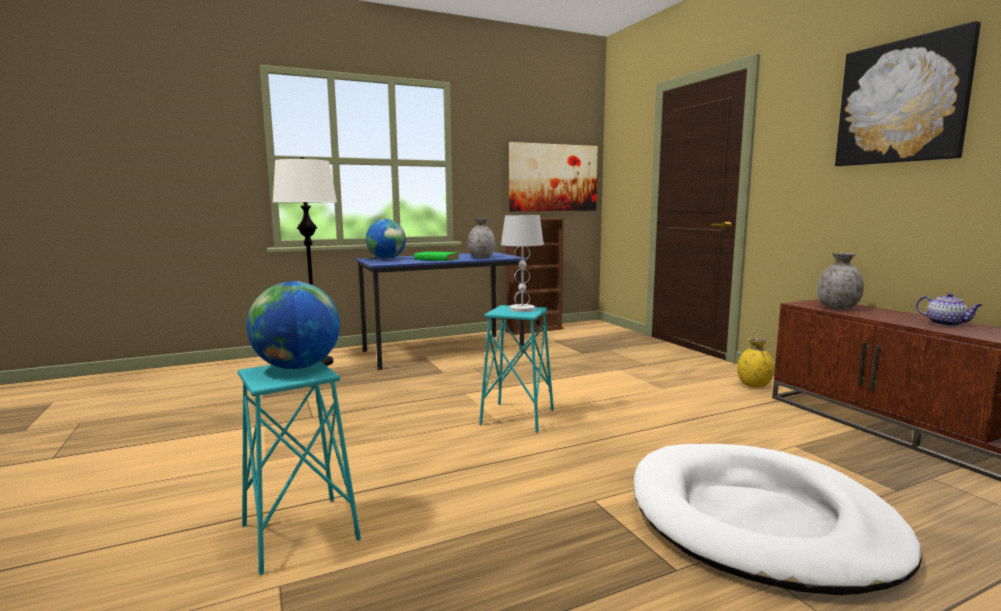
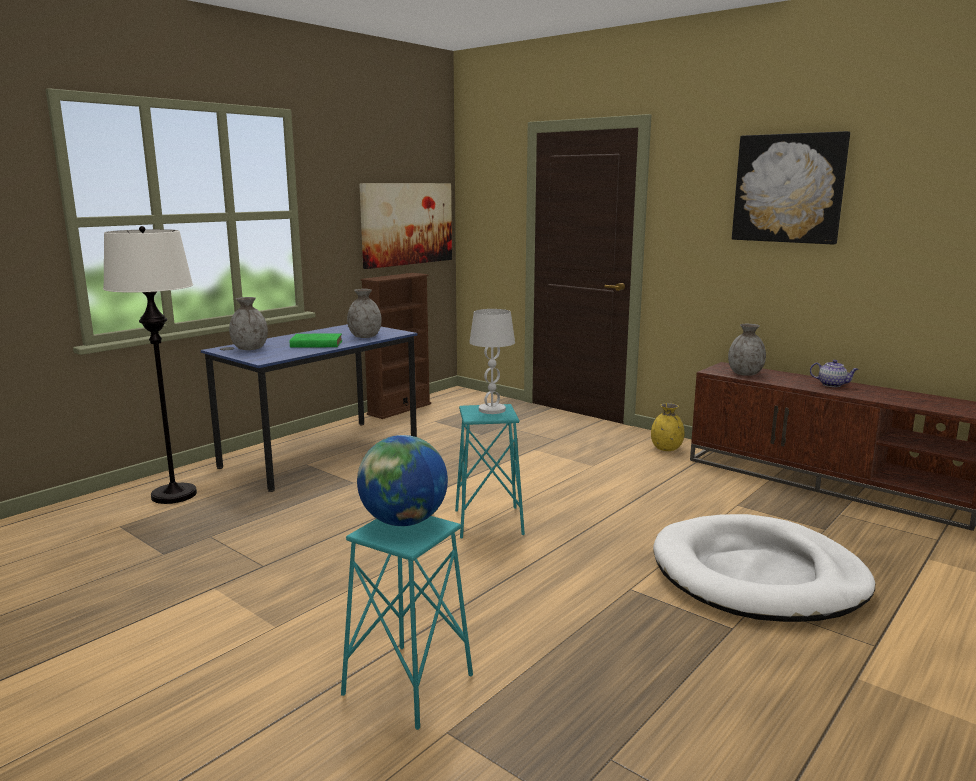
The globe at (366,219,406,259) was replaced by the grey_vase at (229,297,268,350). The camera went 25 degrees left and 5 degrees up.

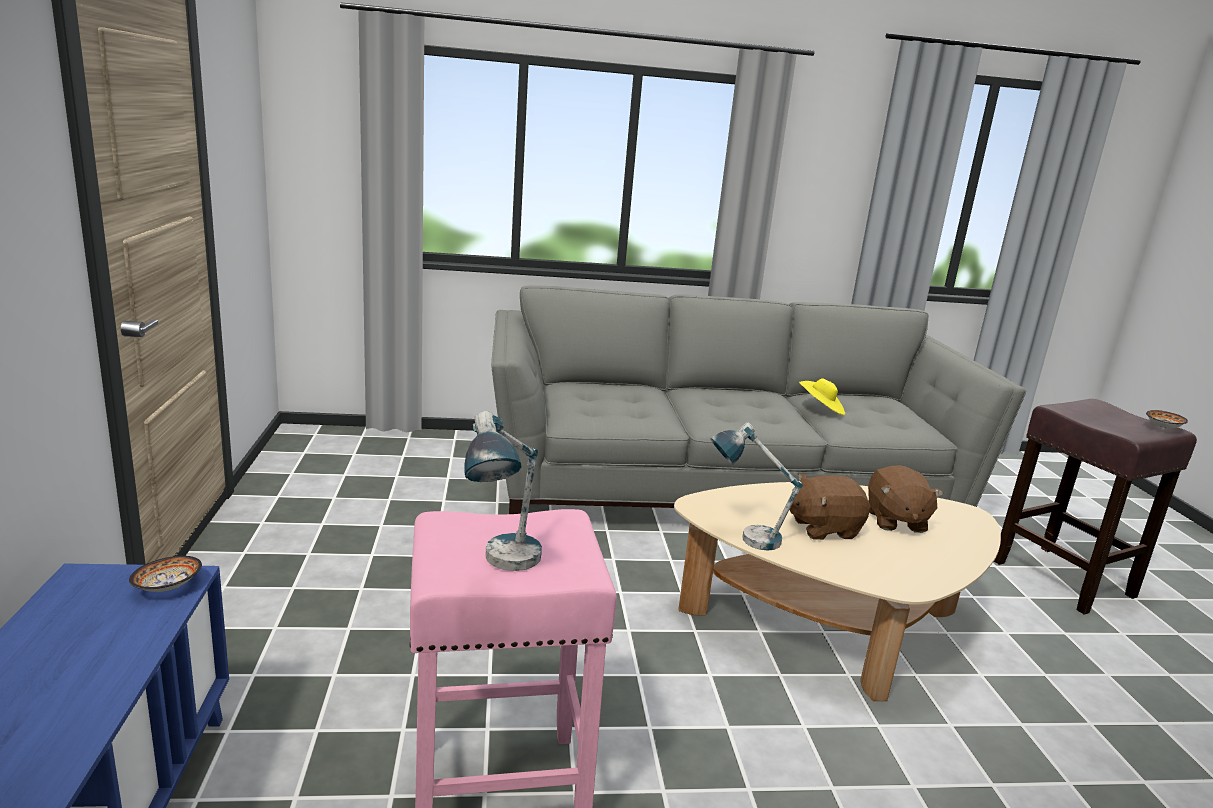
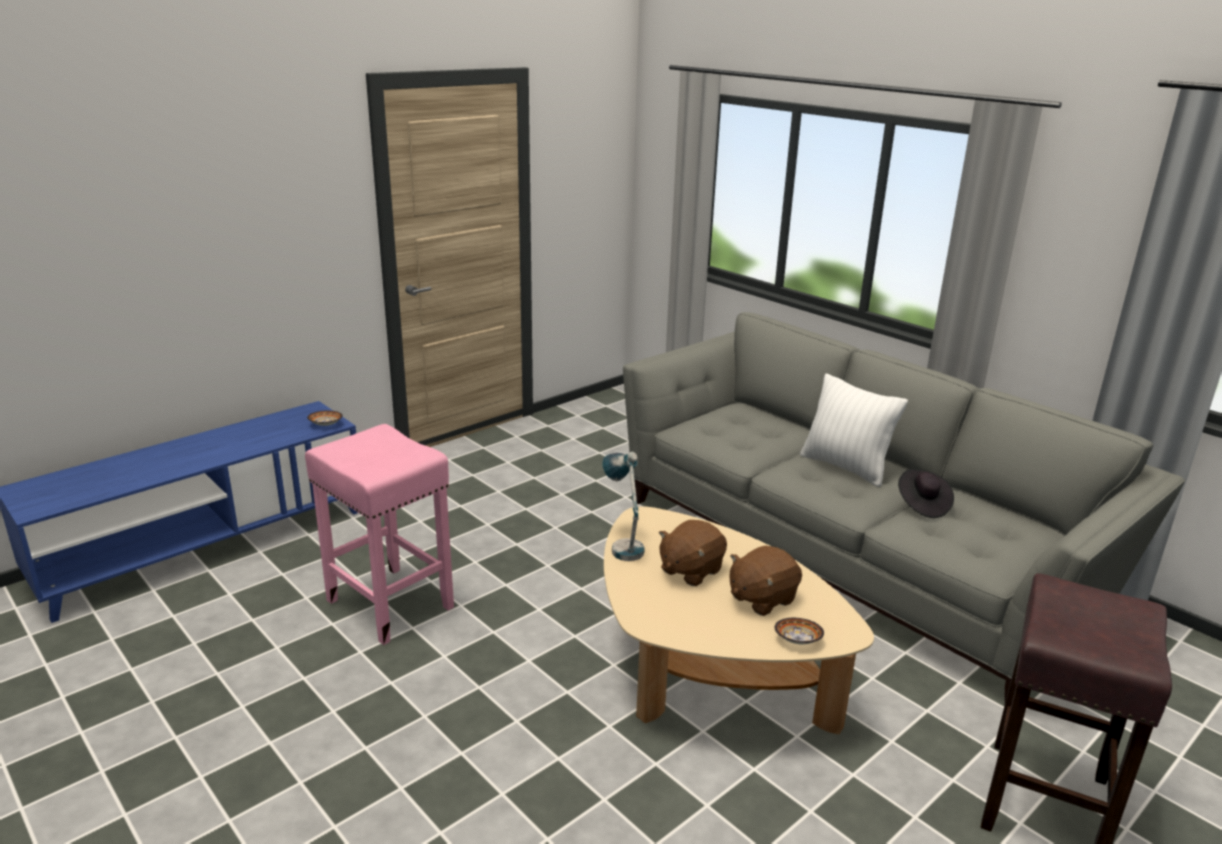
The table_lamp at (464,411,542,571) disappeared. The brown_plush_toy at (789,473,870,540) turned 90 degrees counterclockwise. The yellow_hat at (799,379,845,415) became the black_hat at (898,469,954,518). The bowl moved from (1146,410,1188,429) to (774,618,824,644). The white_pillow at (800,374,908,487) appeared. The camera went 55 degrees right and 5 degrees up.

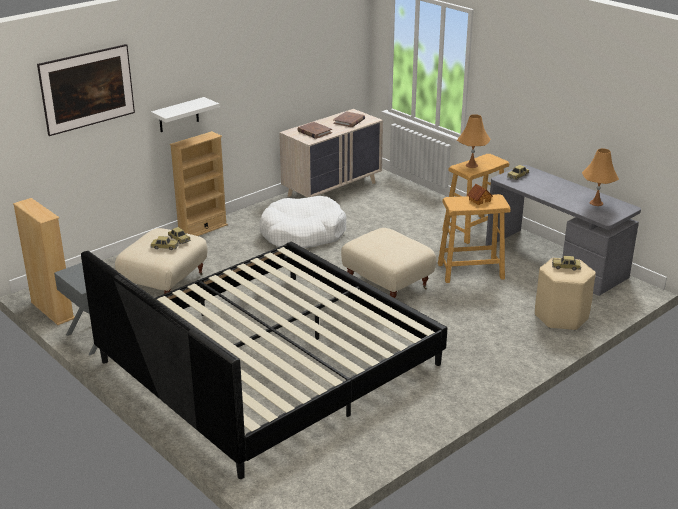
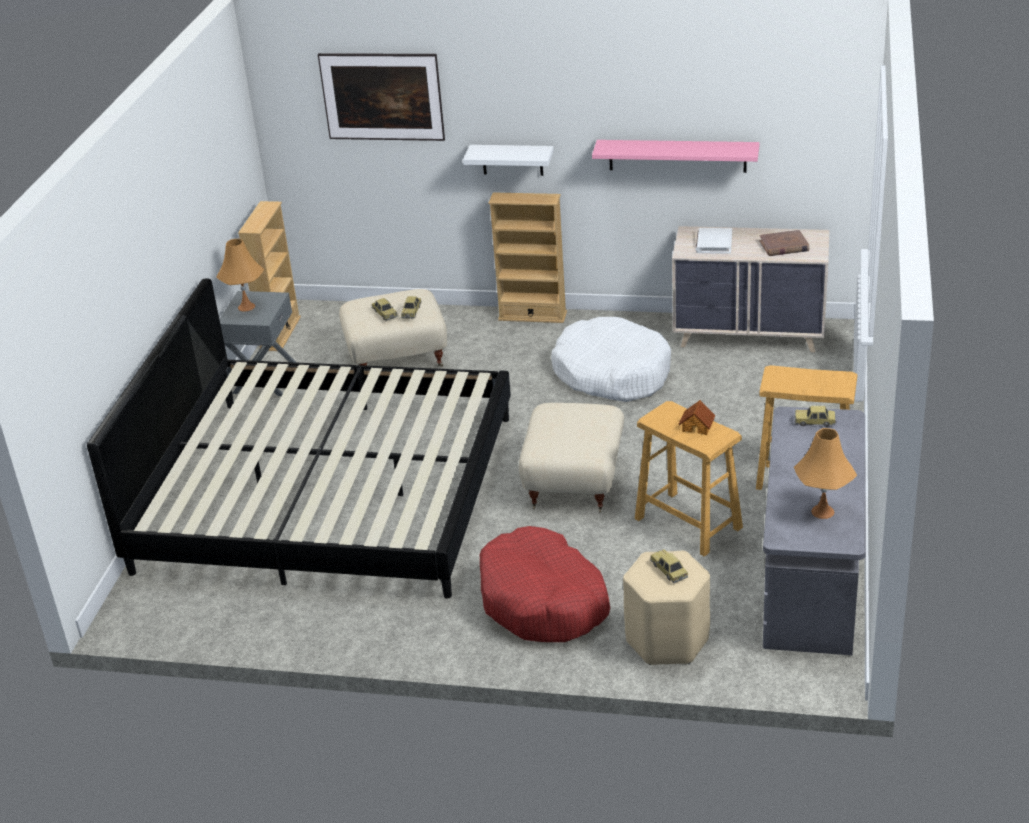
The brown_book at (298,122,332,139) became the white_book at (696,228,732,254). The orange_table_lamp moved from (457,114,491,168) to (217,239,264,312). The red_dog_bed at (480,526,610,642) appeared. The pink_shelf at (592,140,760,173) appeared. The camera went 55 degrees right and 5 degrees up.

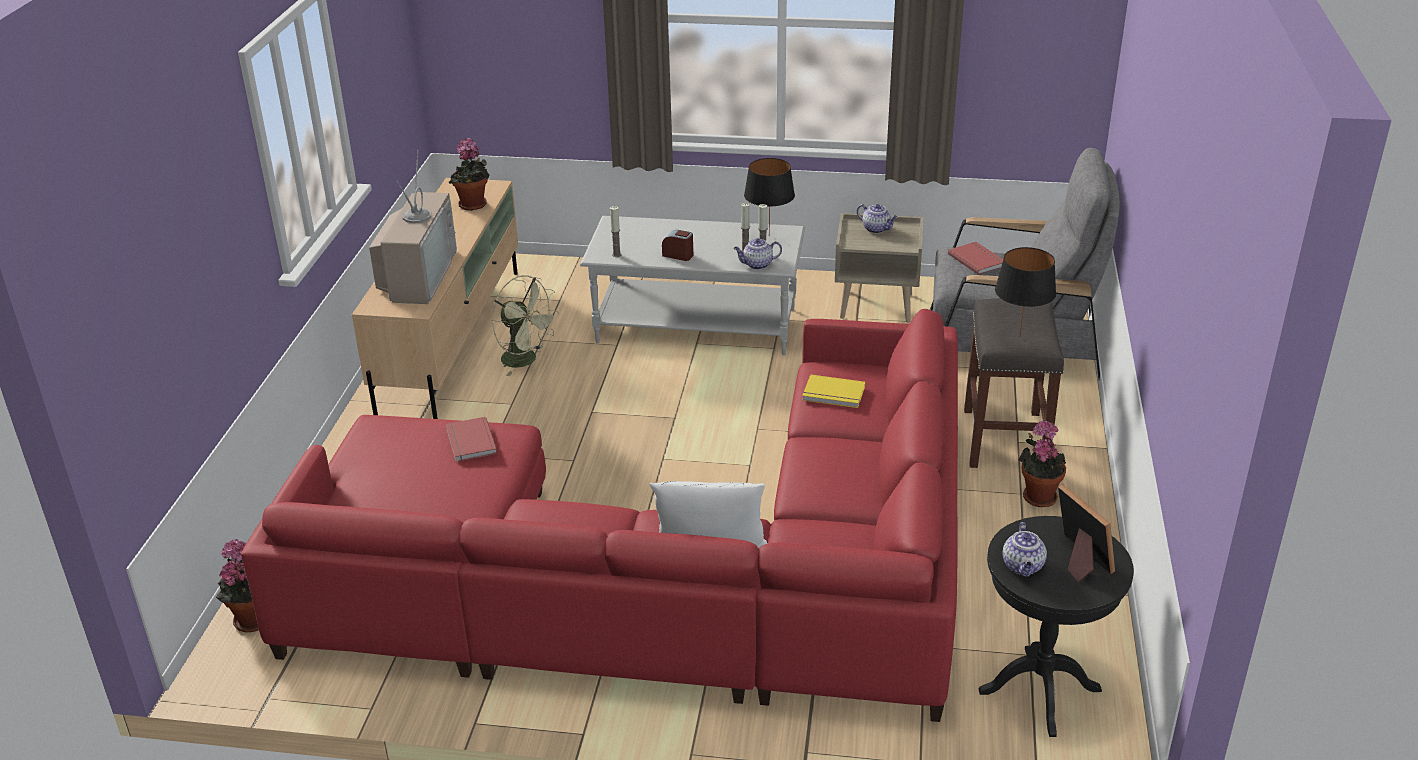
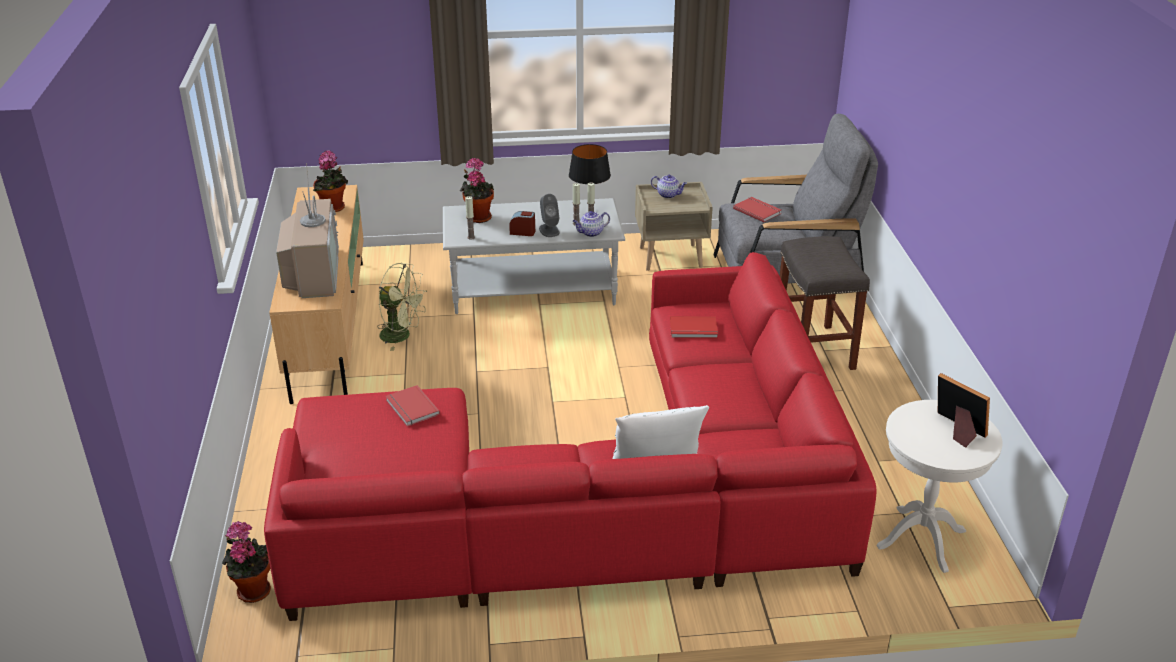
The yellow_book at (802,374,865,408) became the red_book at (670,316,718,338). The black_side_table at (979,516,1134,737) became the white_side_table at (877,400,1002,573). The black_table_lamp at (995,247,1056,336) disappeared. The teapot at (1003,522,1047,577) disappeared. The potted_plant moved from (1019,421,1066,507) to (460,158,494,223). The grey_speaker at (539,194,560,237) appeared. The camera went 15 degrees left and 0 degrees up.

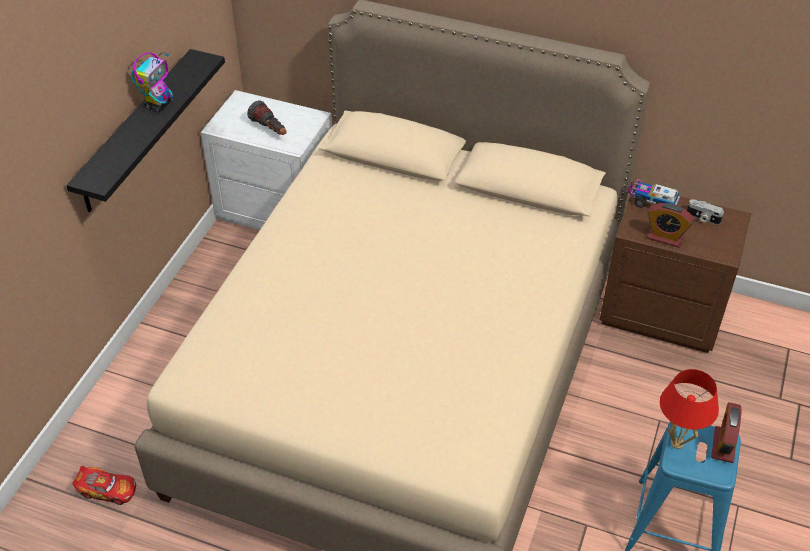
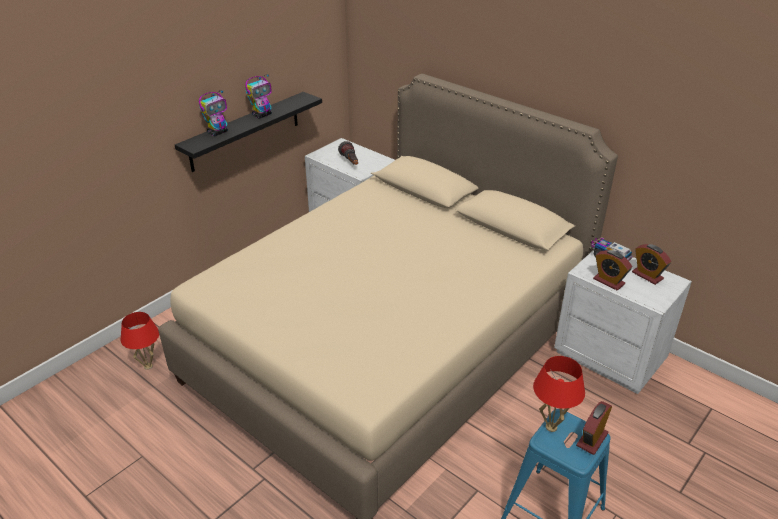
The toy_car at (72,466,136,505) was replaced by the red_table_lamp at (121,312,159,370). The brown_nightstand at (600,197,751,353) became the white_nightstand at (554,250,692,394). The photo_camera at (687,199,724,225) was replaced by the alarm_clock at (632,244,671,285). The toy_robot at (199,90,228,136) appeared. The camera went 20 degrees right and 10 degrees down.

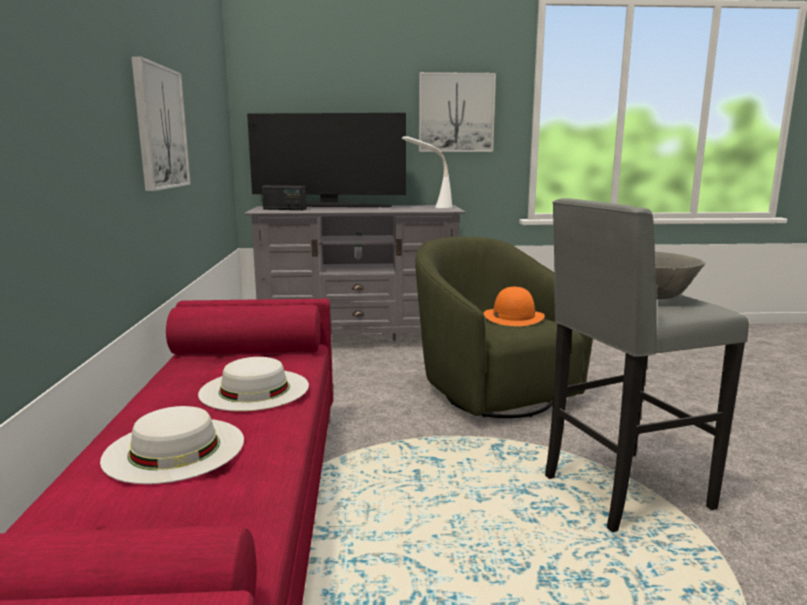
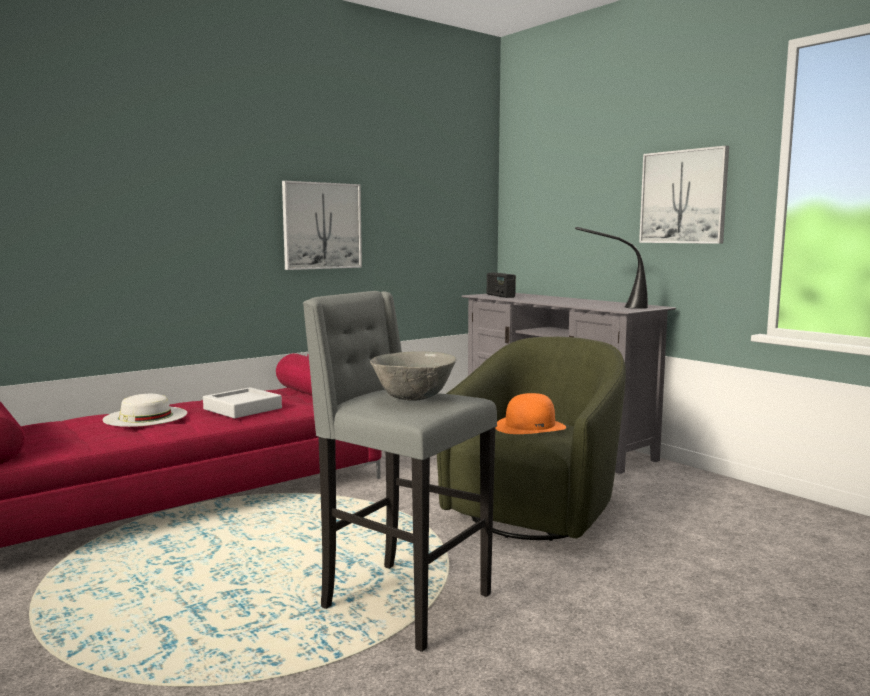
The white_hat at (198,357,309,411) was replaced by the grey_tray at (203,387,282,419). The television at (247,113,406,207) disappeared. The white_table_lamp at (402,136,452,208) became the black_table_lamp at (575,227,648,309). The camera went 55 degrees right and 5 degrees down.

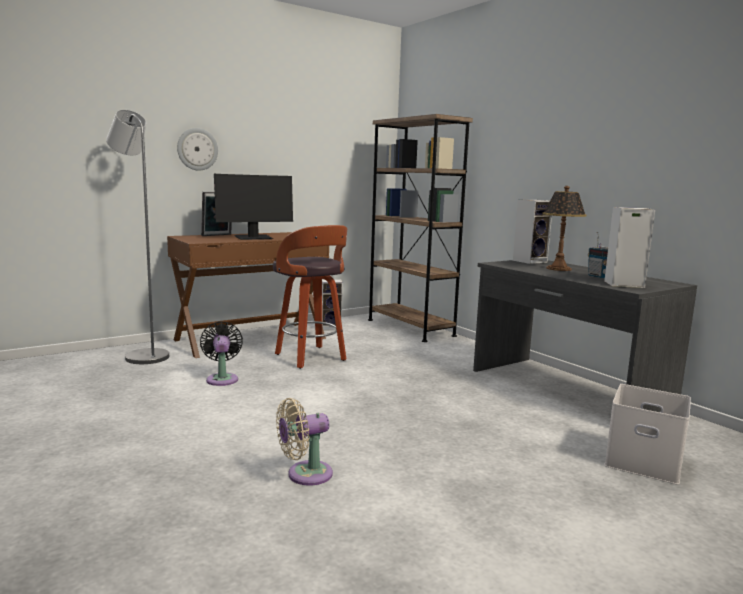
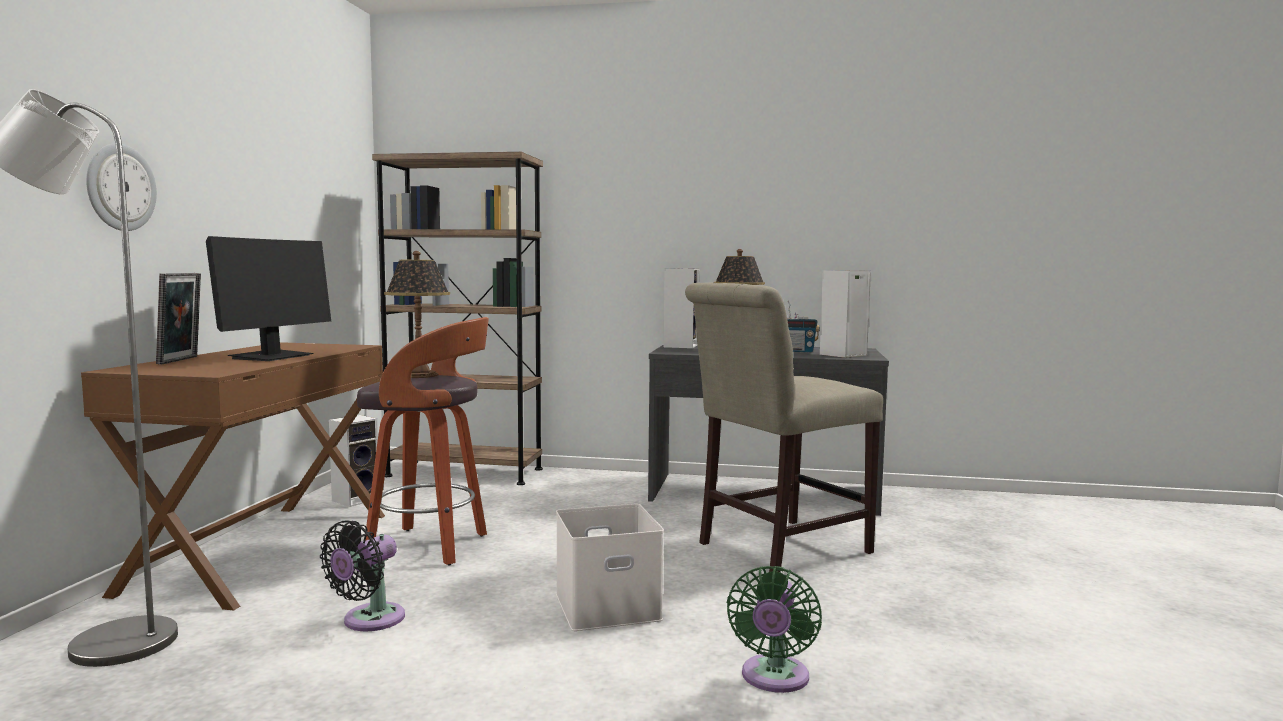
The black_fan at (200,321,243,386) turned 90 degrees counterclockwise. The beige_fan at (276,398,333,486) became the green_fan at (727,566,822,693). The white_storage_box moved from (604,384,691,485) to (556,504,664,631). The table_lamp at (384,251,450,378) appeared. The beige_chair at (685,282,883,572) appeared. The camera went 45 degrees left and 5 degrees down.

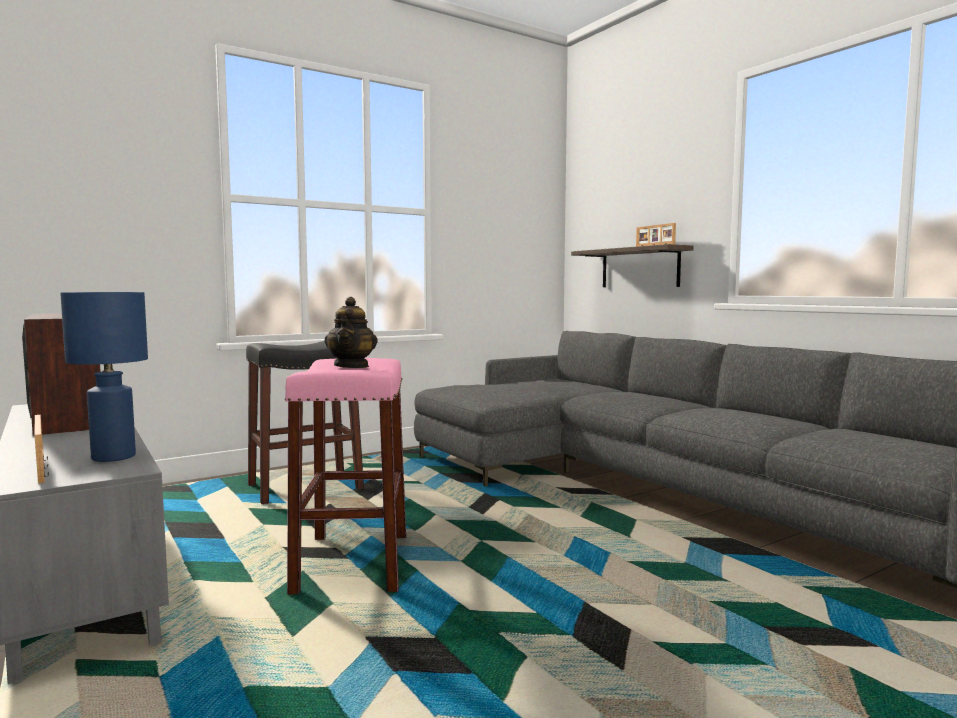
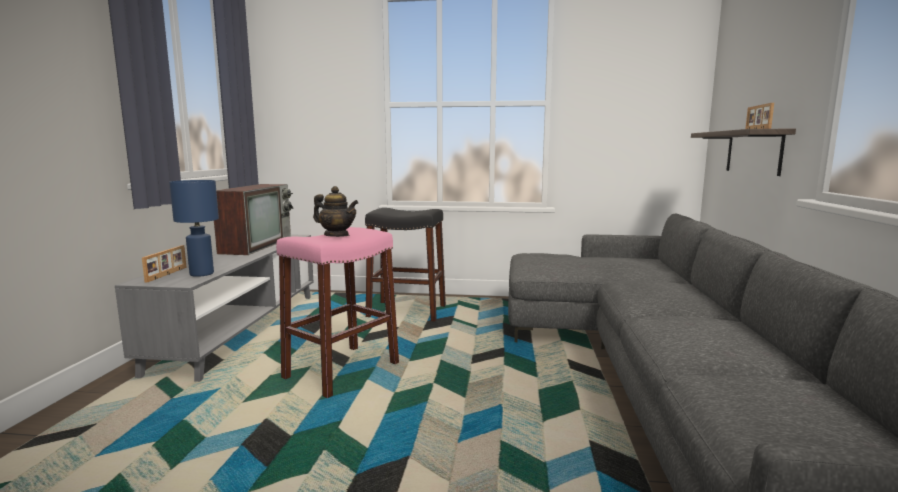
The teapot at (325,297,377,368) turned 105 degrees counterclockwise. The camera went 40 degrees right and 5 degrees up.

